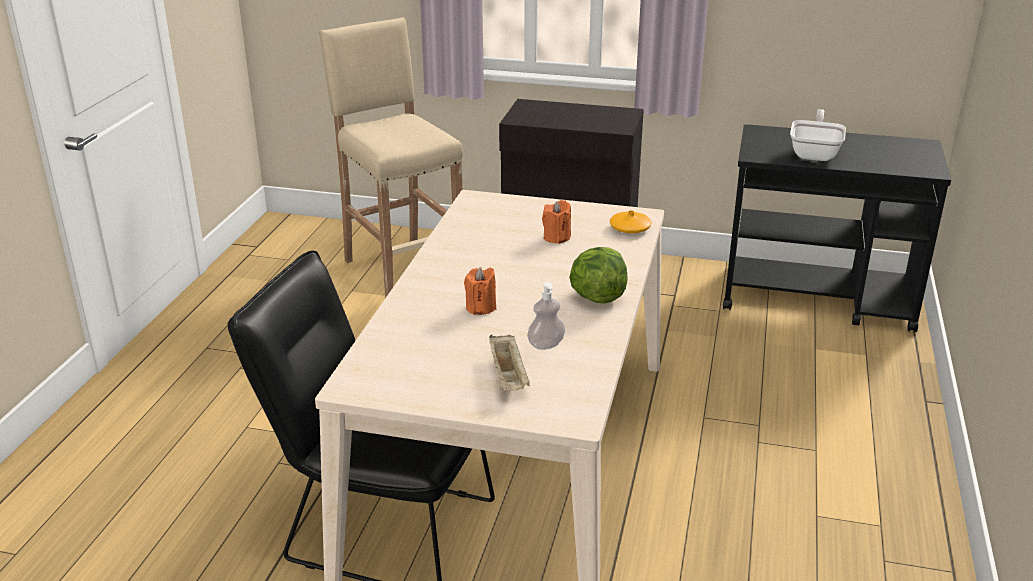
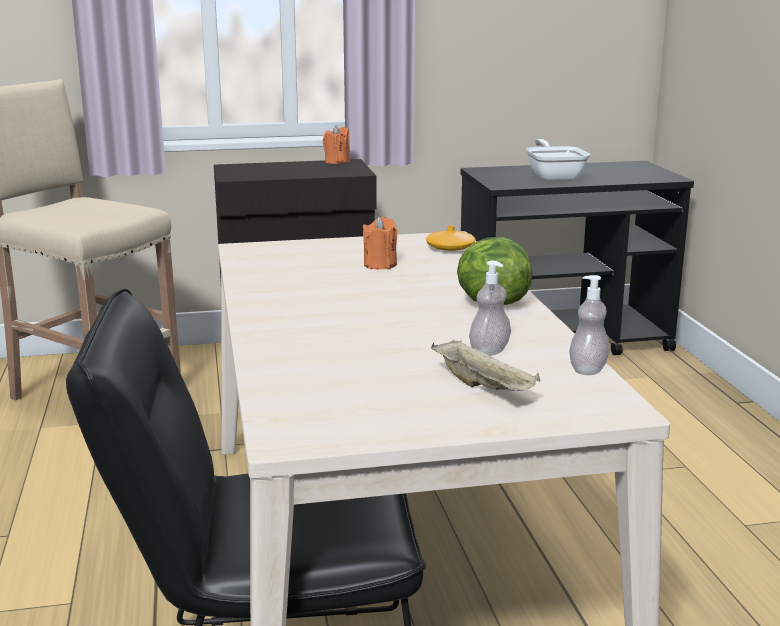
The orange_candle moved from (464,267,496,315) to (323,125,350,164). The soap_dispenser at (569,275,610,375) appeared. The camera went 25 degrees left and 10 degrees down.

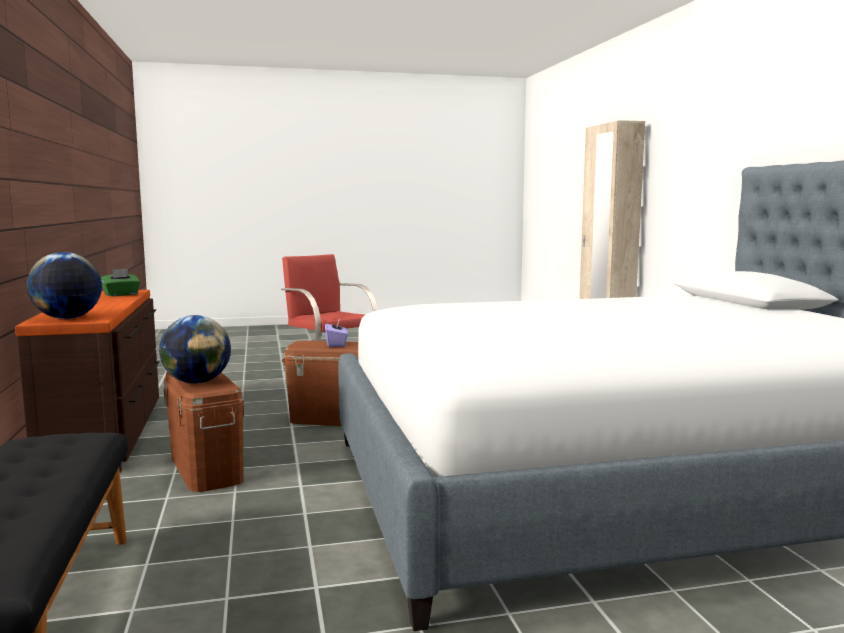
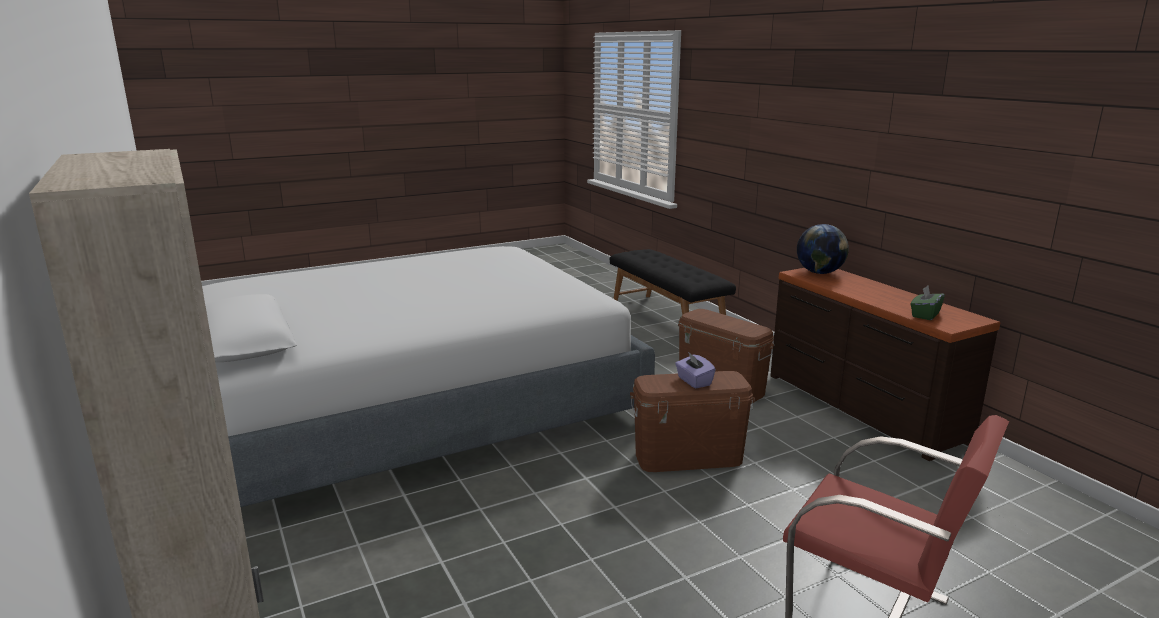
The globe at (159,315,231,384) disappeared. The camera went 165 degrees right and 10 degrees up.

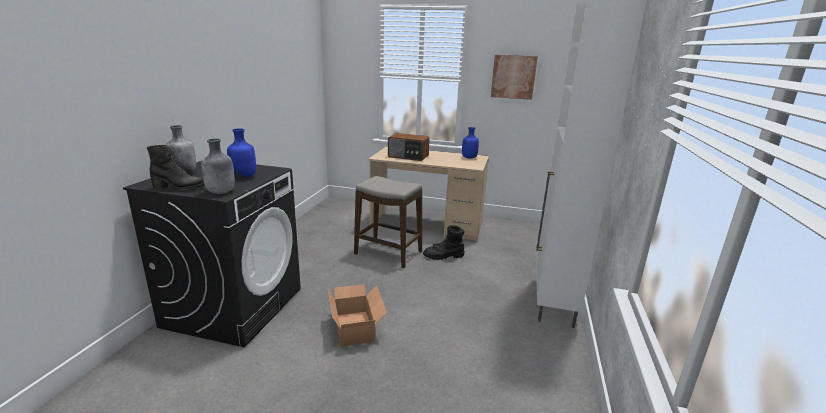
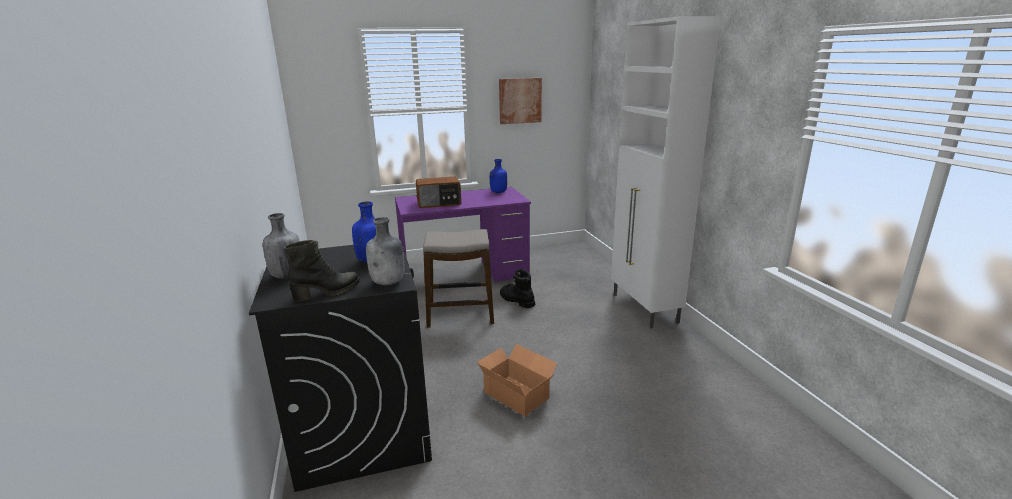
The beige_desk at (368,146,489,242) became the purple_desk at (395,187,531,283). The black_boot at (423,225,465,260) turned 90 degrees clockwise. The camera went 30 degrees left and 0 degrees up.

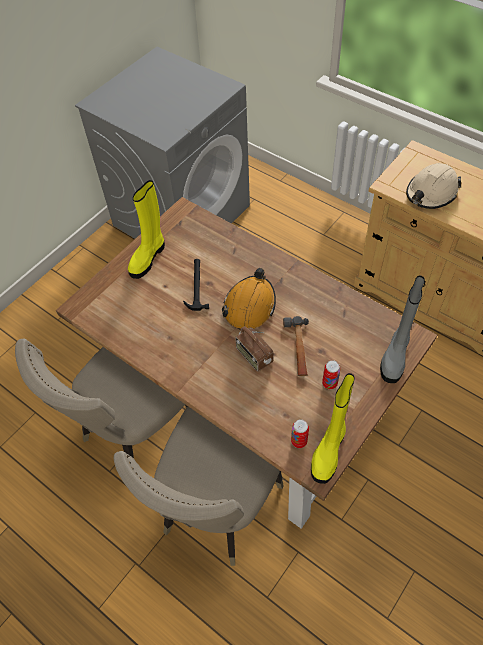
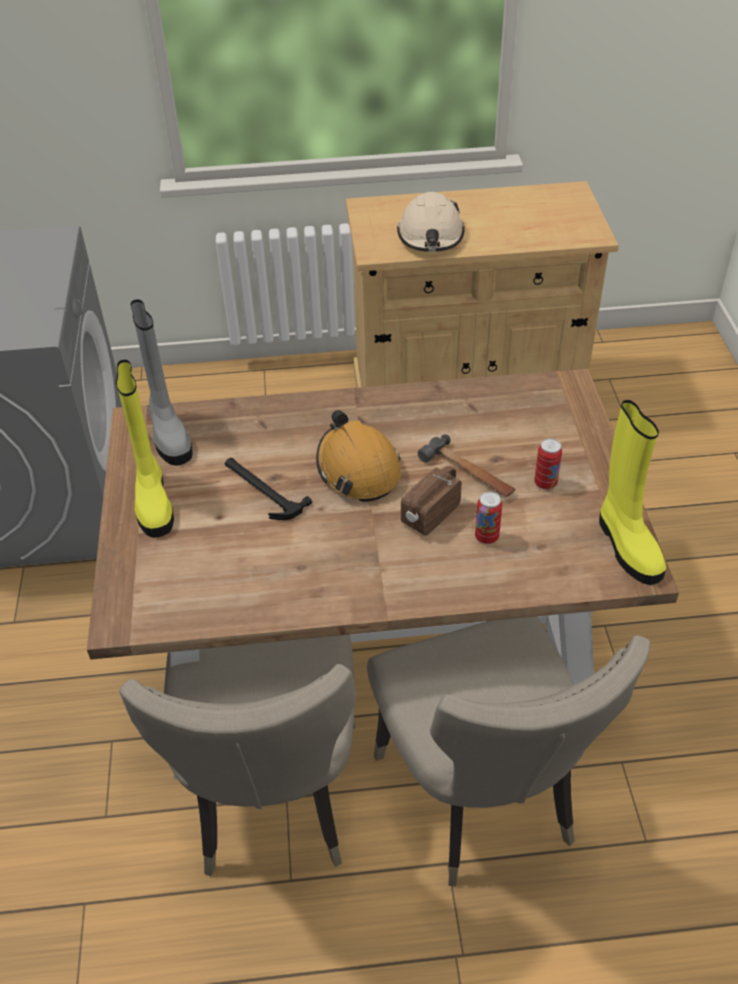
The radio at (235,326,273,371) turned 120 degrees clockwise. The can moved from (291,419,309,448) to (475,491,502,544). The grey_boot moved from (380,276,425,383) to (131,299,192,466). The camera went 45 degrees left and 10 degrees down.

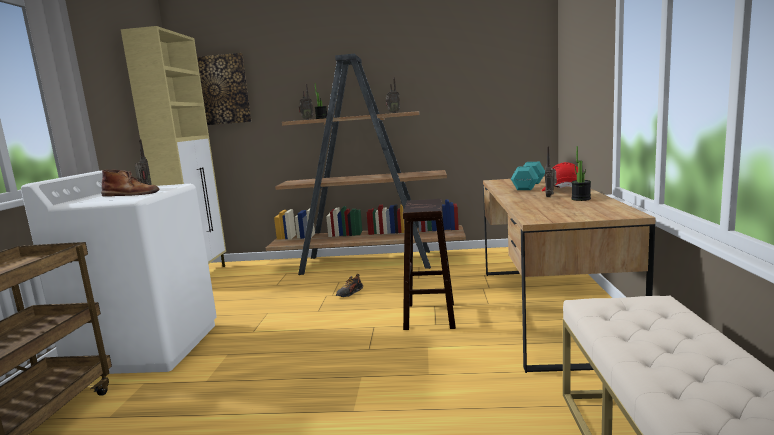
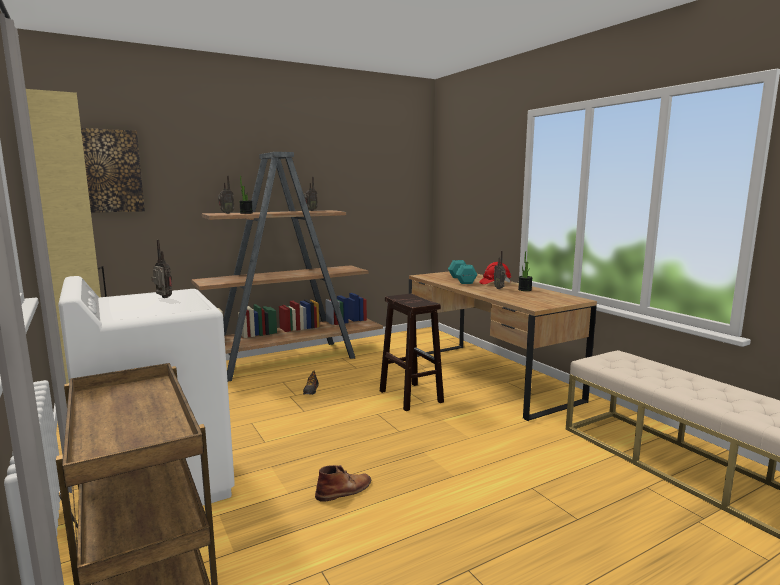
The brown_boot moved from (101,169,160,197) to (315,465,371,502). The camera went 35 degrees left and 0 degrees up.

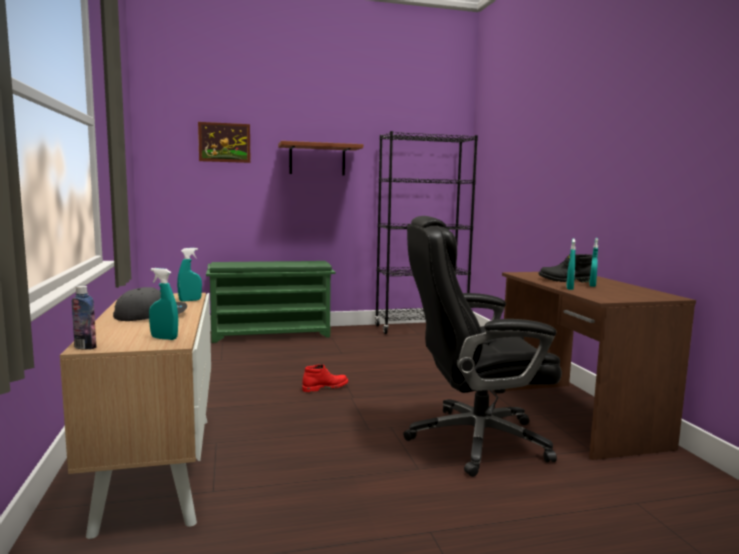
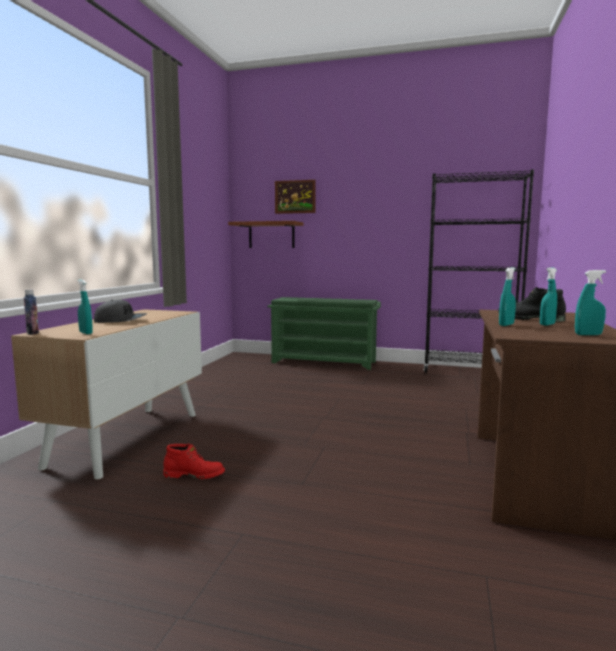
The turquoise_spray_bottle moved from (177,248,202,302) to (575,270,606,335). The brown_shelf moved from (278,141,363,176) to (228,221,303,248). The red_boot moved from (302,364,348,392) to (163,444,225,479). The black_office_chair at (403,216,562,477) disappeared. The camera went 30 degrees right and 0 degrees up.

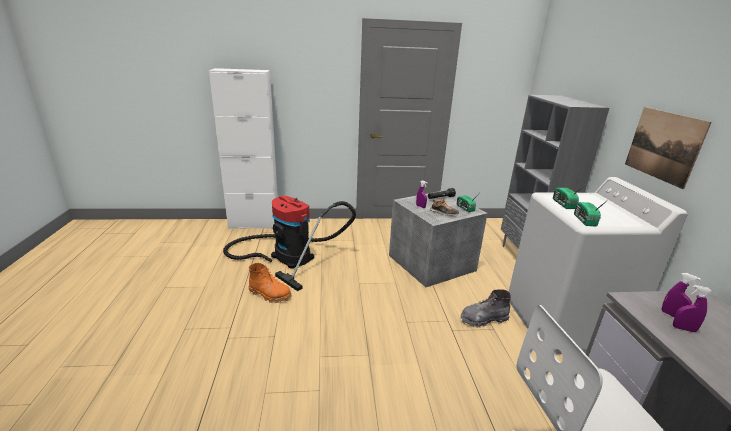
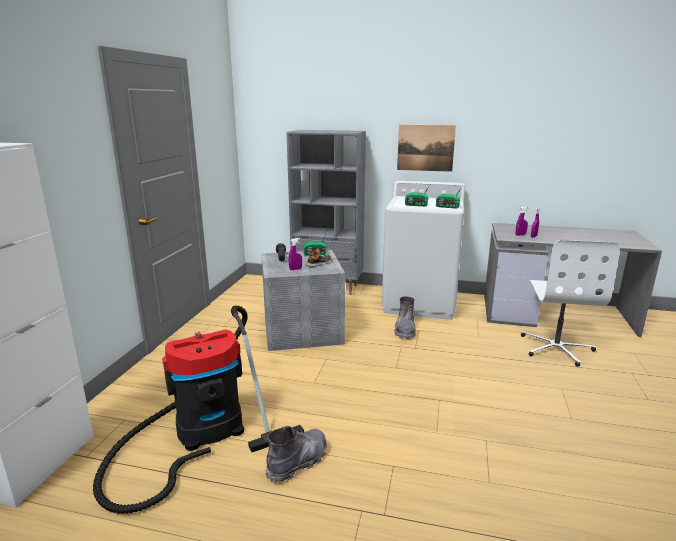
The orange_boot at (248,263,292,303) became the grey_boot at (265,426,327,484). The camera went 70 degrees left and 5 degrees down.

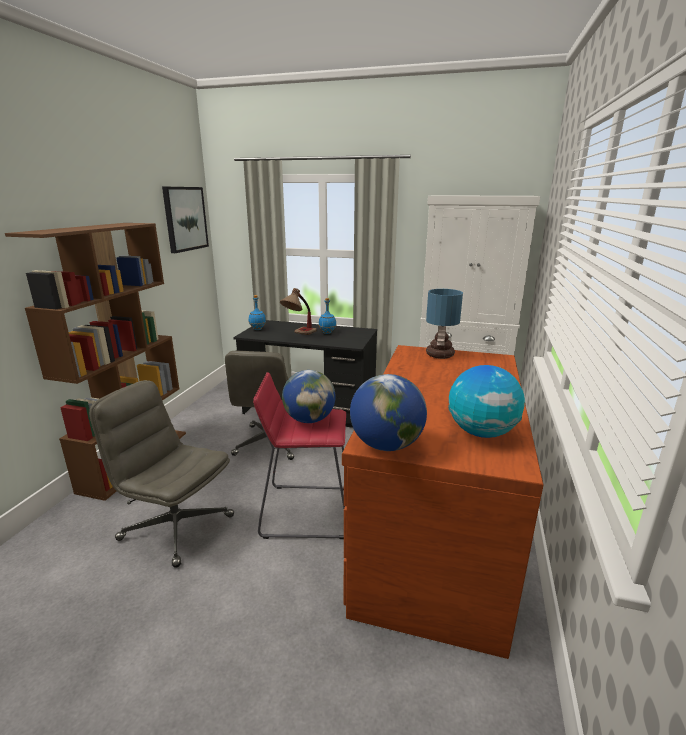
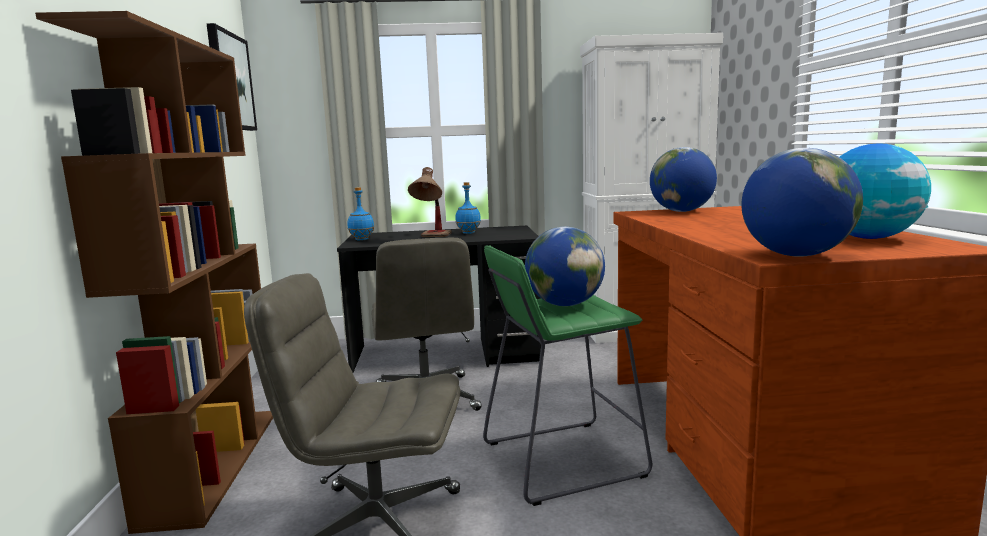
The red_stool at (253,372,346,539) became the green_stool at (483,245,653,506). The table_lamp at (426,289,463,359) was replaced by the globe at (650,147,717,212). The camera went 20 degrees left and 10 degrees down.

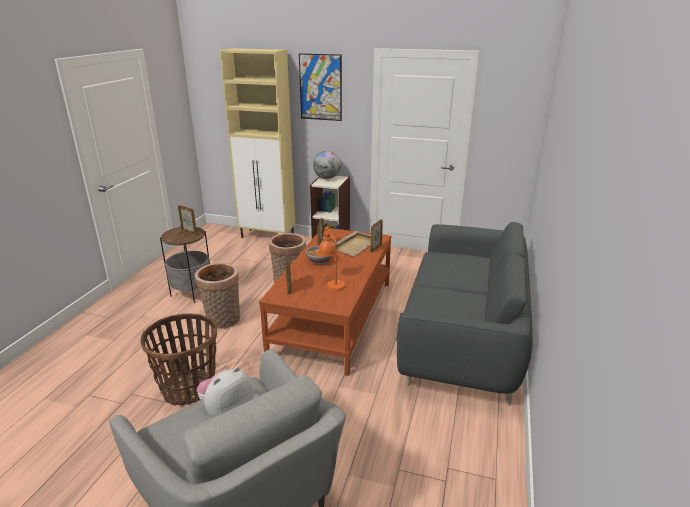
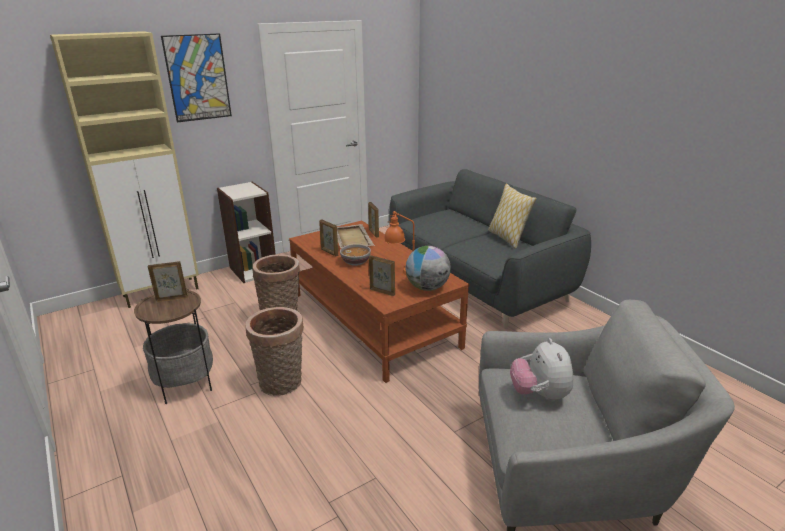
The basket at (140,313,217,406) disappeared. The globe moved from (313,151,341,179) to (406,246,451,291). The pillow at (488,184,537,249) appeared. The camera went 50 degrees left and 0 degrees up.

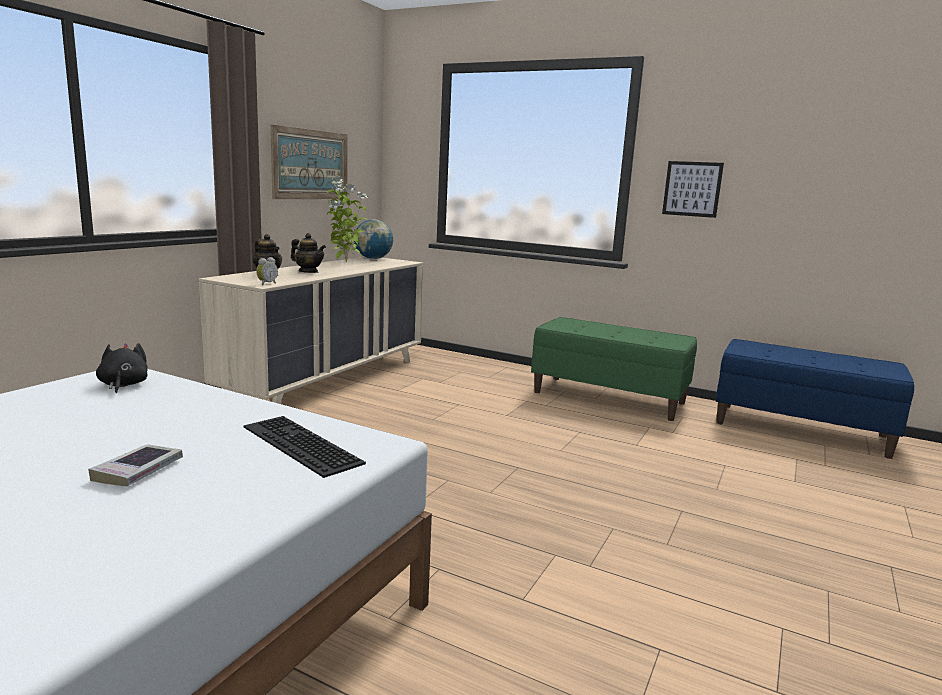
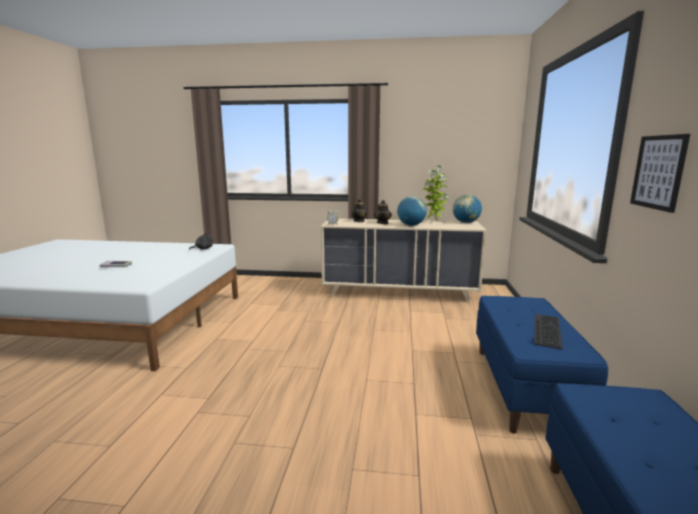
The keyboard moved from (244,416,366,478) to (534,314,563,349). The picture at (270,124,347,199) disappeared. The green_bench at (531,317,697,421) became the blue_bench at (476,296,608,434). The globe at (397,196,427,226) appeared. The camera went 70 degrees right and 0 degrees up.

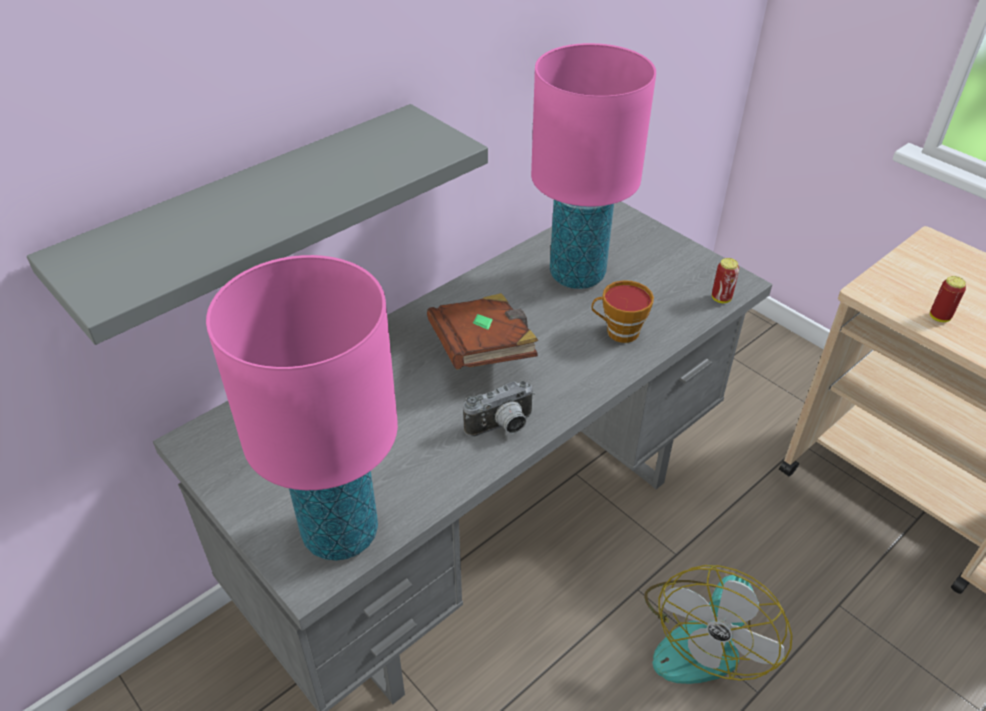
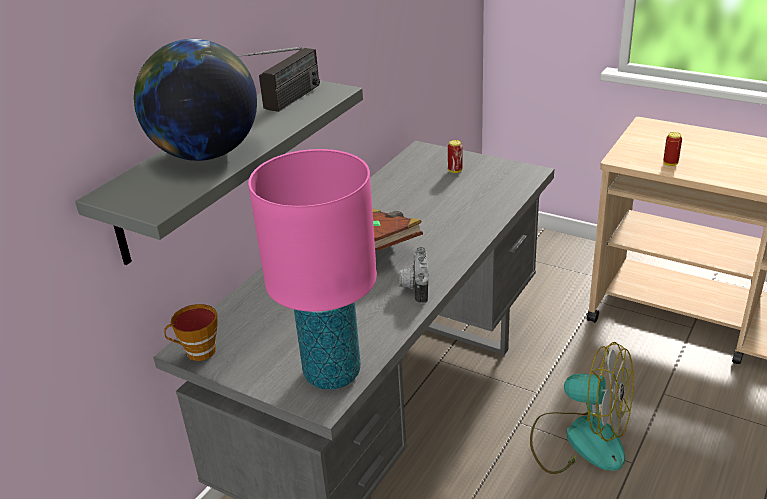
The photo_camera at (463,381,535,437) turned 135 degrees clockwise. The pink_table_lamp at (531,43,656,289) disappeared. The cup moved from (592,280,654,343) to (164,304,217,361). The fan at (644,565,792,684) turned 75 degrees counterclockwise. The can moved from (712,258,739,303) to (448,140,463,173). The globe at (134,39,257,161) appeared. The radio at (237,47,320,112) appeared. The camera went 15 degrees left and 10 degrees down.

